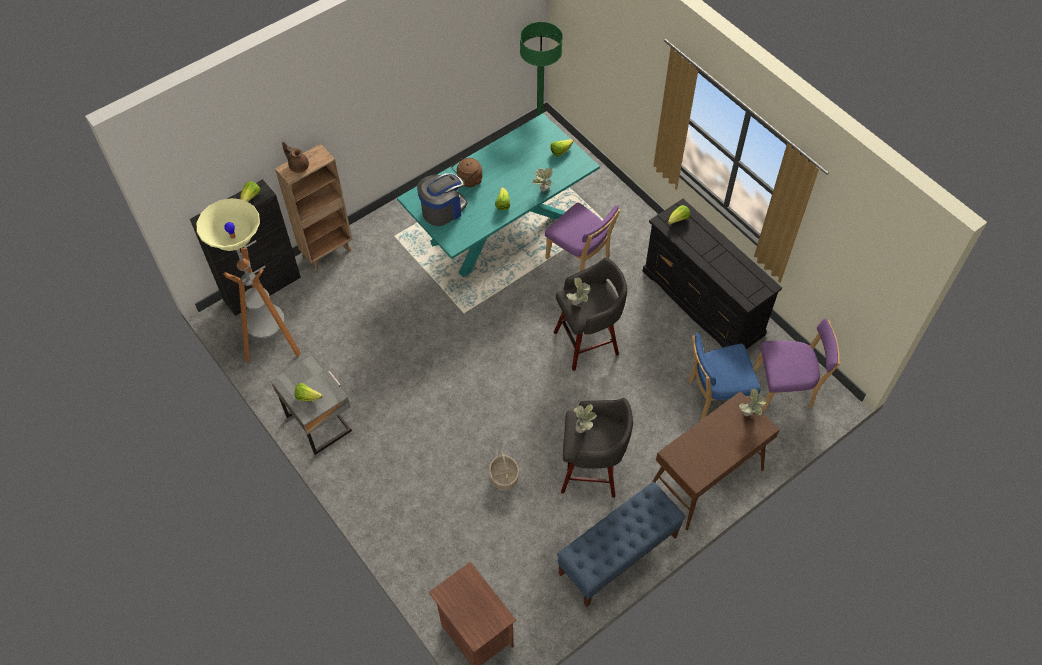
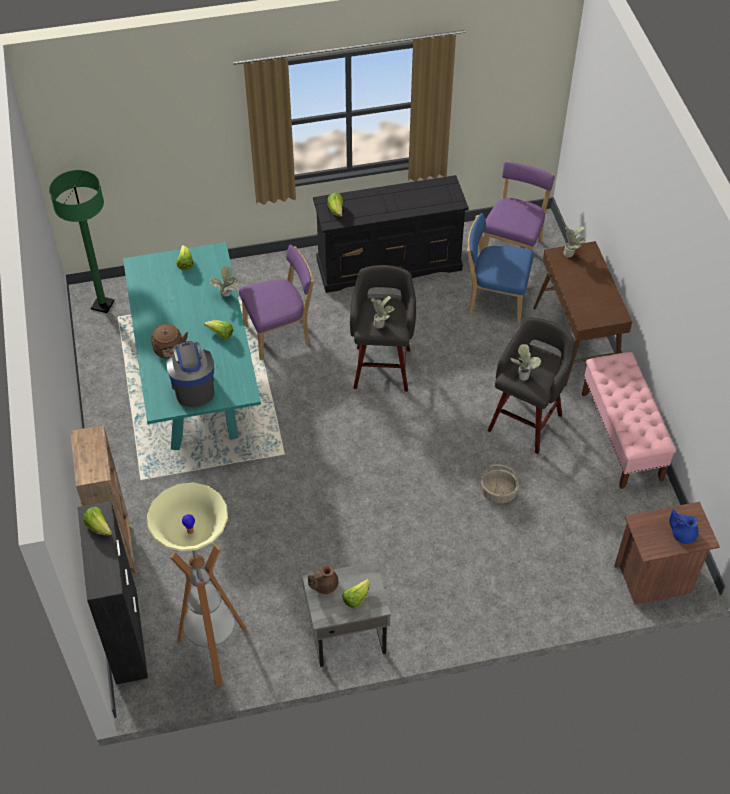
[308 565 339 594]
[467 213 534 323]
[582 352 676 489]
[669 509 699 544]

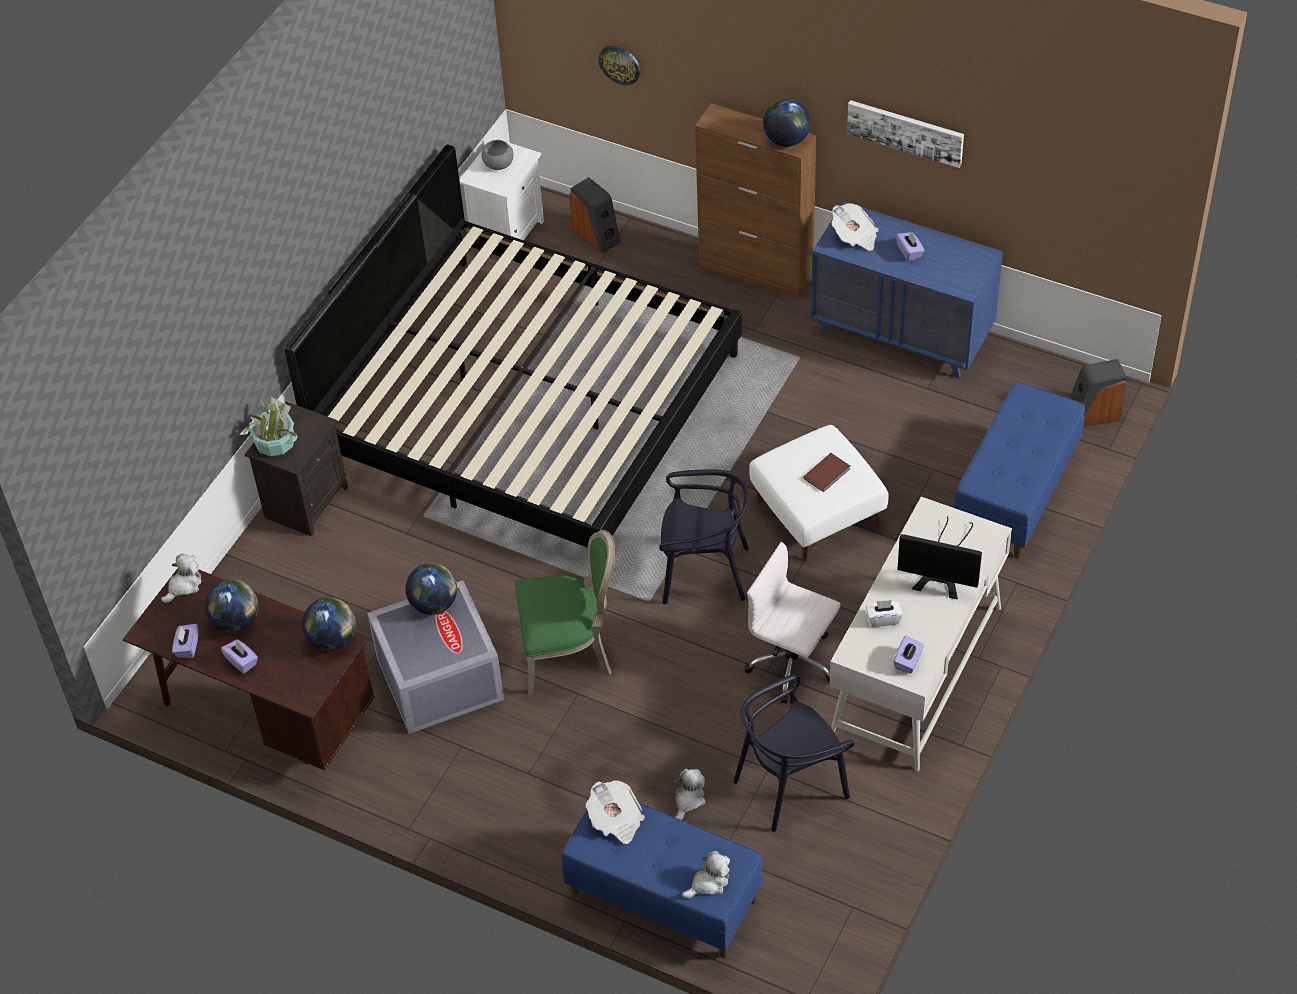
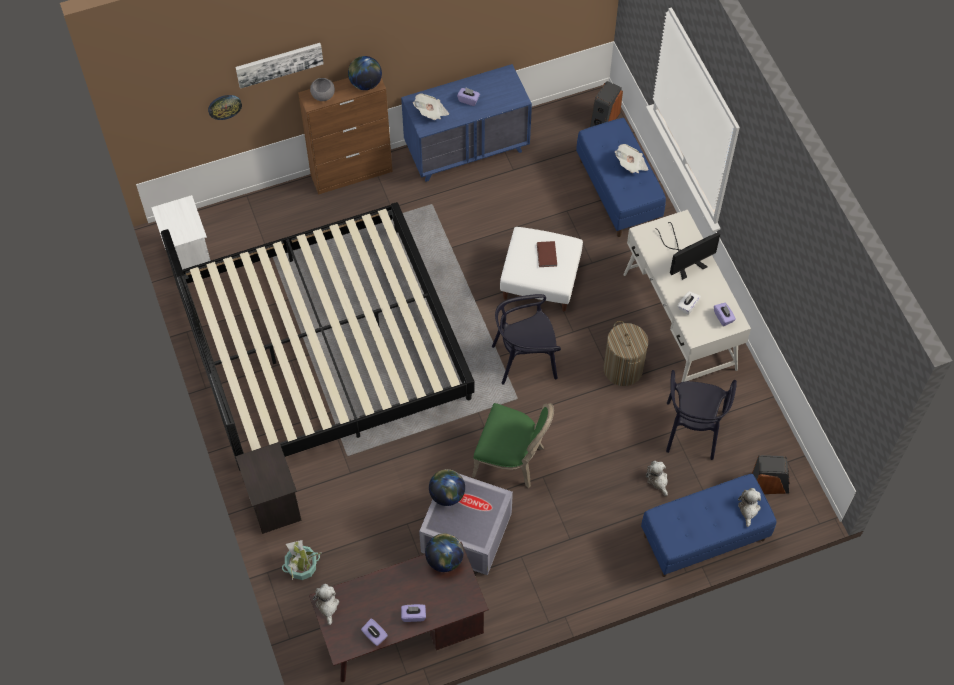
[236 43 324 89]
[310 78 335 101]
[752 455 789 494]
[282 540 322 581]
[492 294 561 385]
[472 403 554 488]
[604 321 648 386]
[205 579 258 632] (first image)
[615 144 648 173]

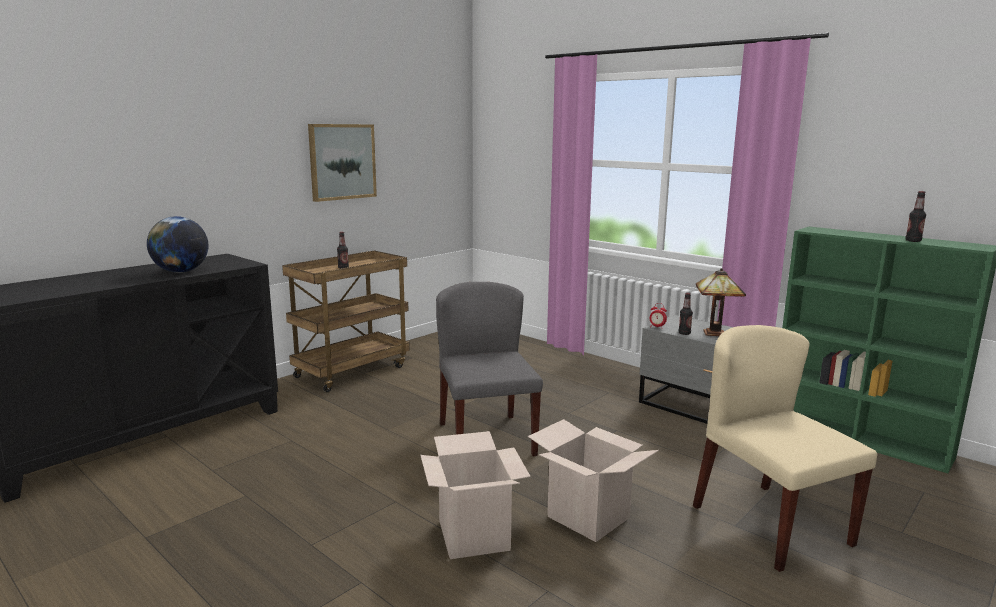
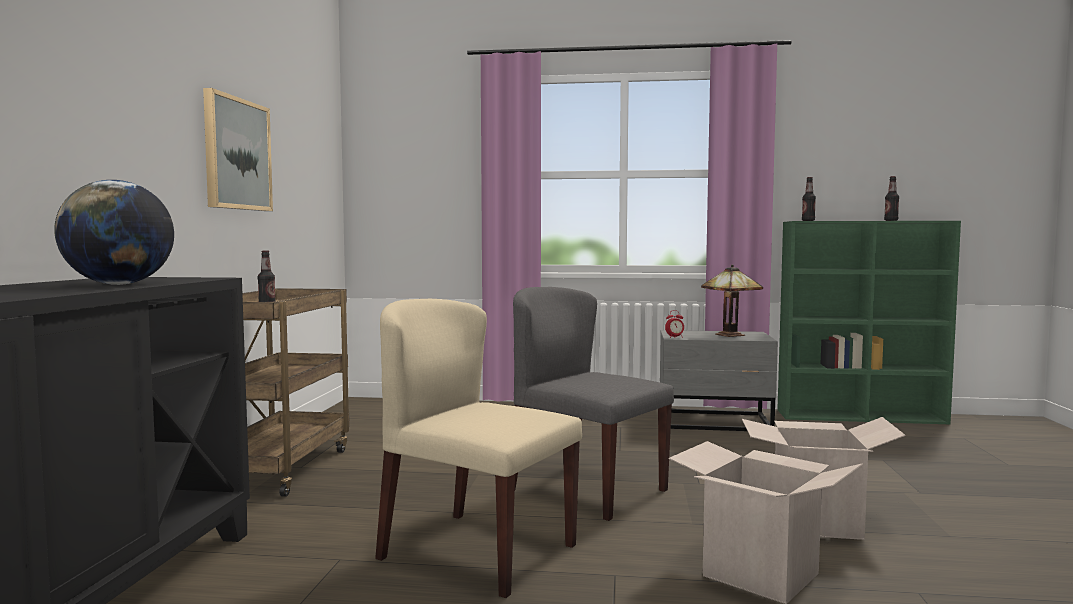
[802 177 816 221]
[375 299 582 598]

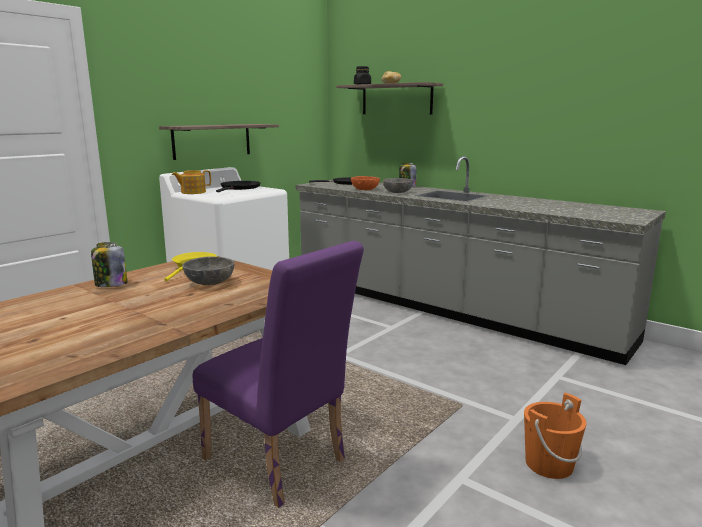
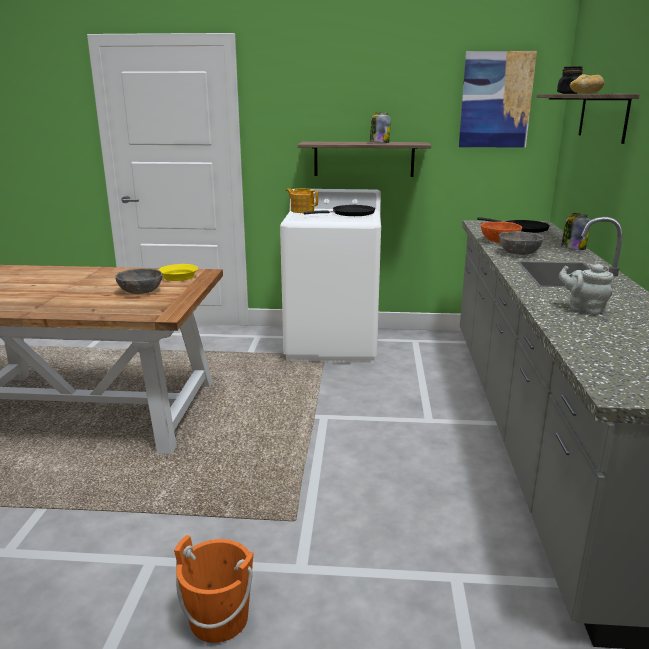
[193 241 364 508] (first image)
[370 112 391 143]
[459 51 537 148]
[559 264 613 315]

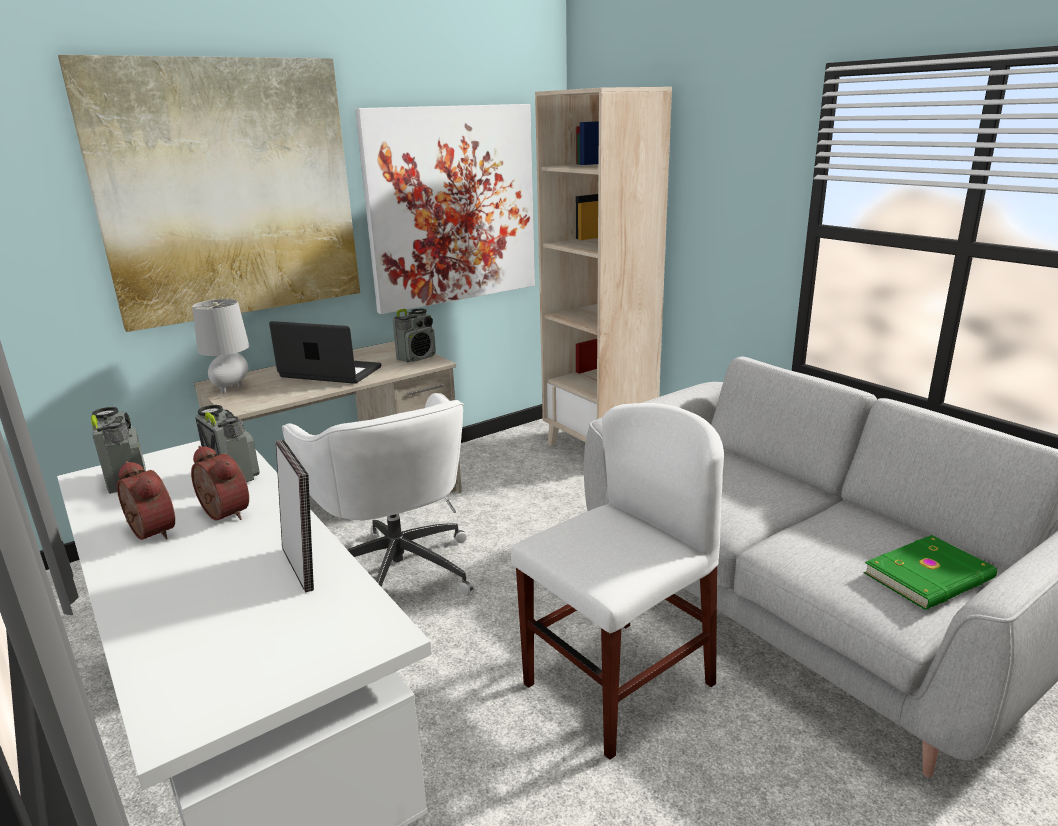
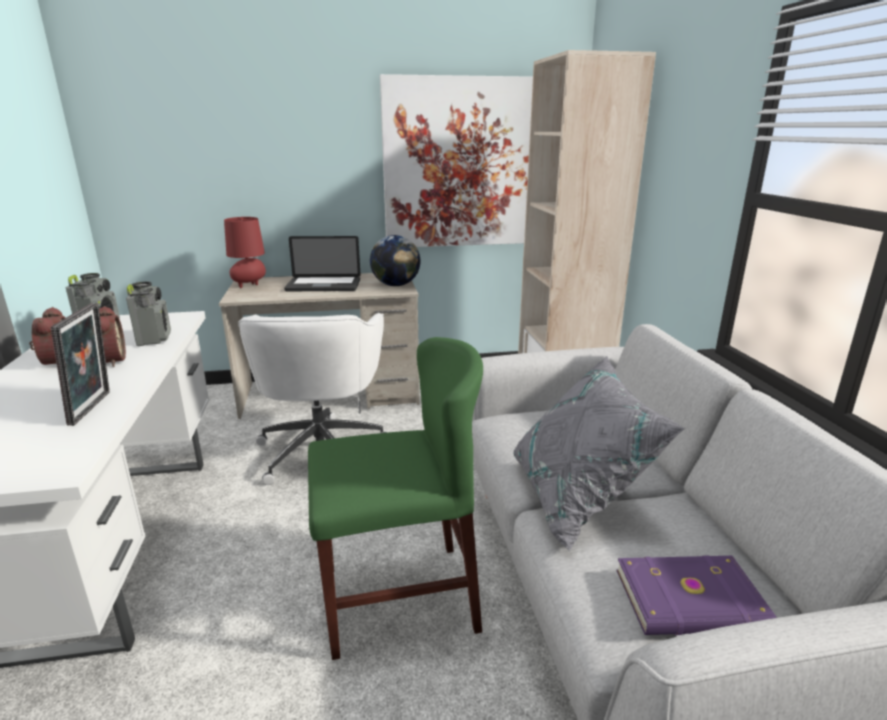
[58 55 360 332] (first image)
[224 217 266 288]
[370 235 420 286]
[284 236 361 292]
[308 337 483 660]
[616 555 777 635]
[513 356 685 552]

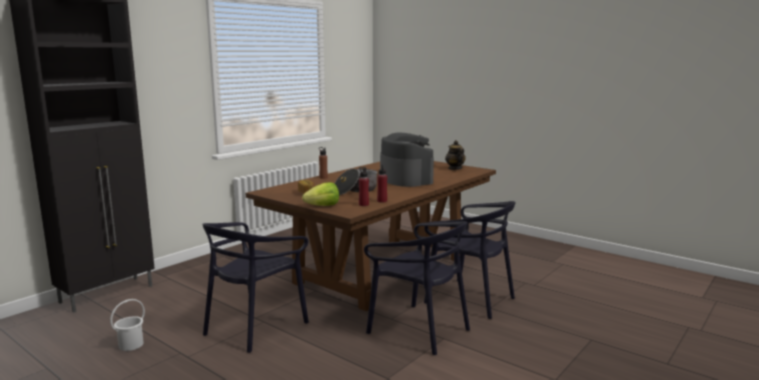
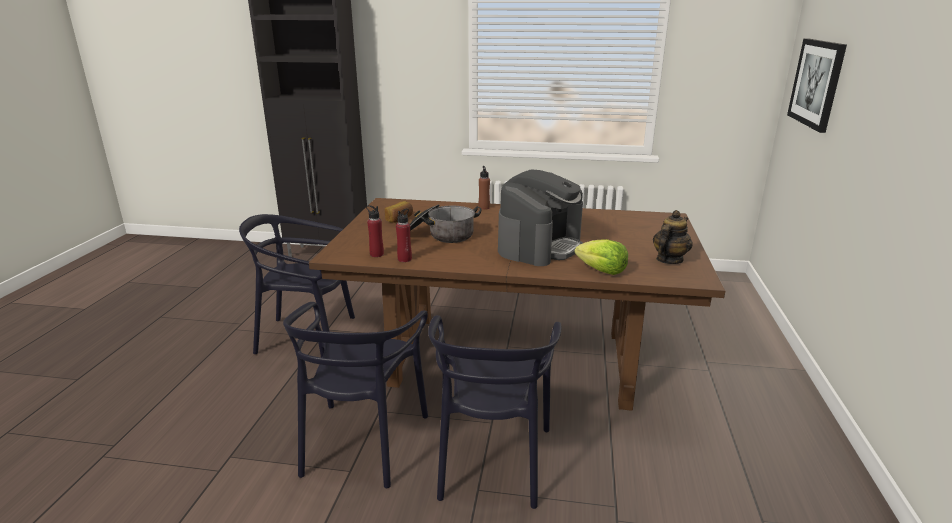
[575 239 628 275]
[110 299 145 351] (first image)
[787 39 847 133]

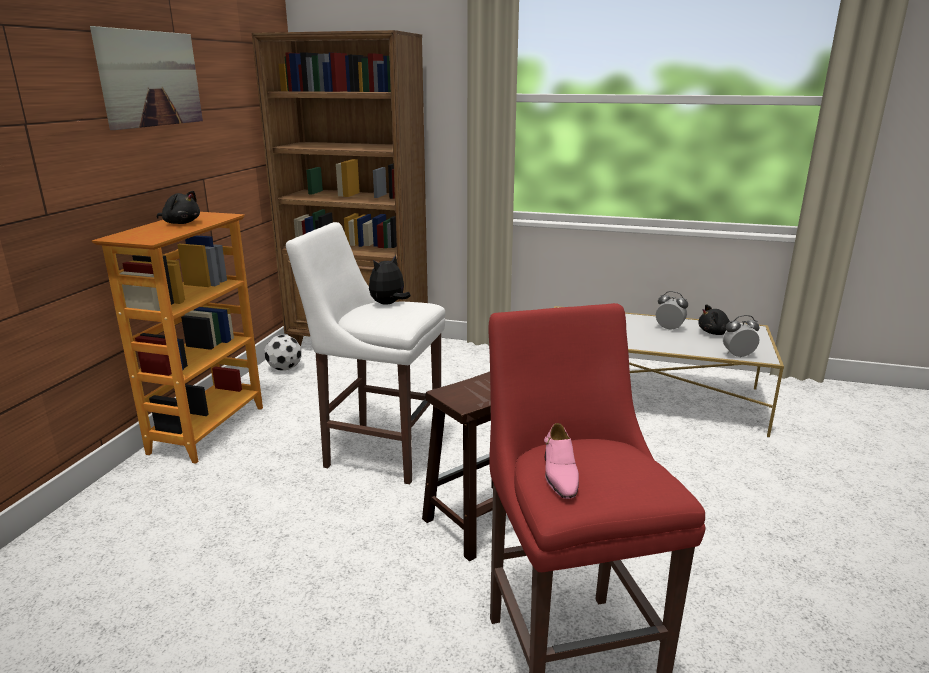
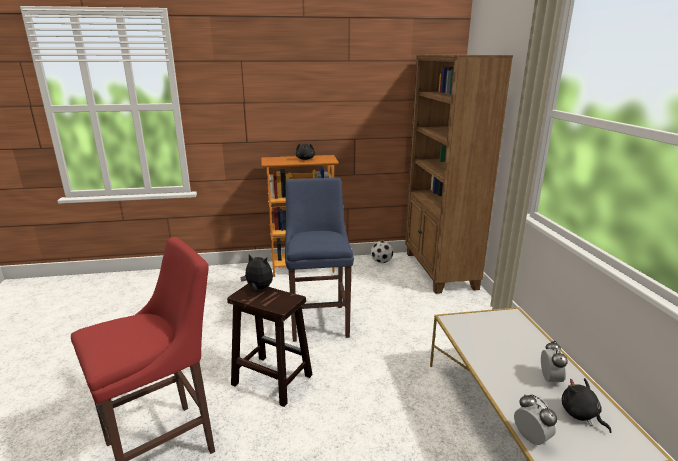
[90 26 203 130] (first image)
[285 178 354 342]
[240 254 273 291]
[544 423 579 499] (first image)

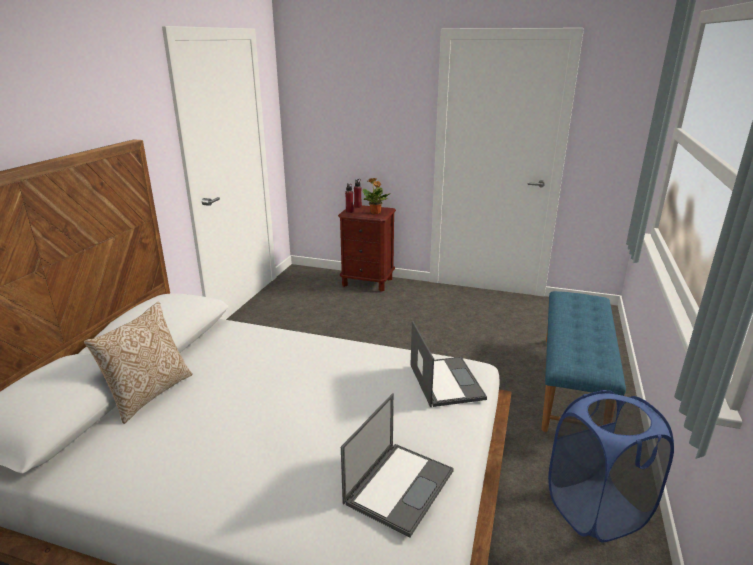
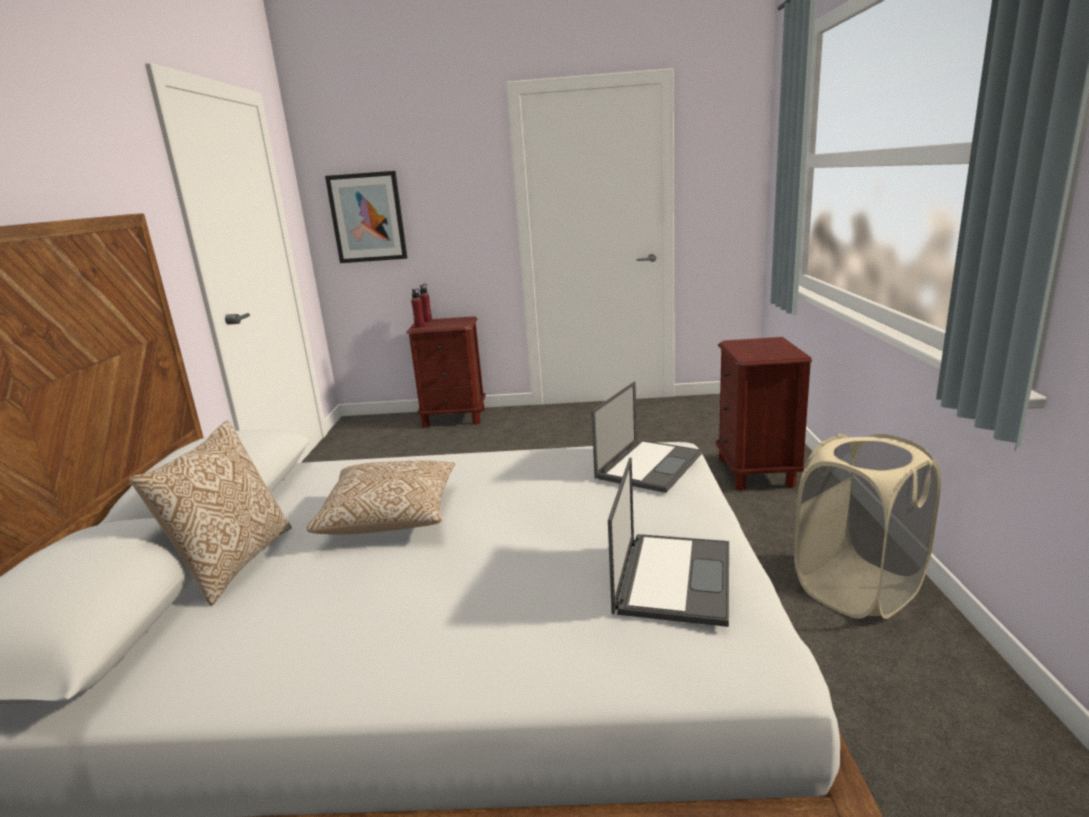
[363 178 391 214] (first image)
[716 337 812 491]
[591 381 702 493]
[794 434 941 619]
[325 171 407 263]
[307 460 455 535]

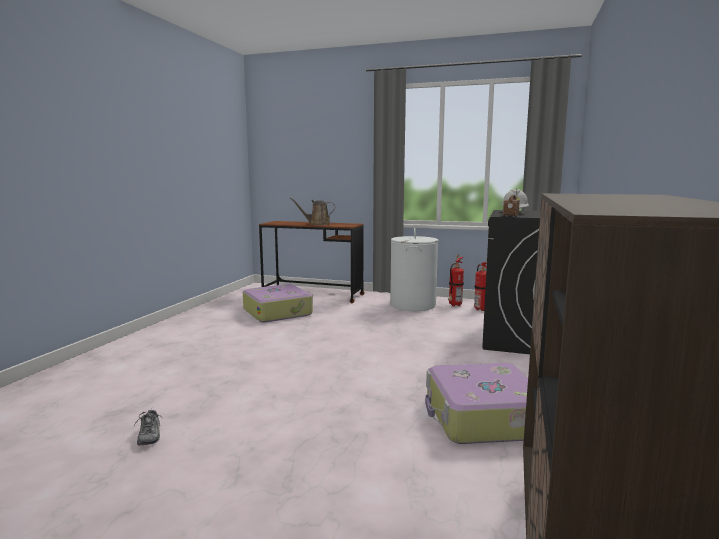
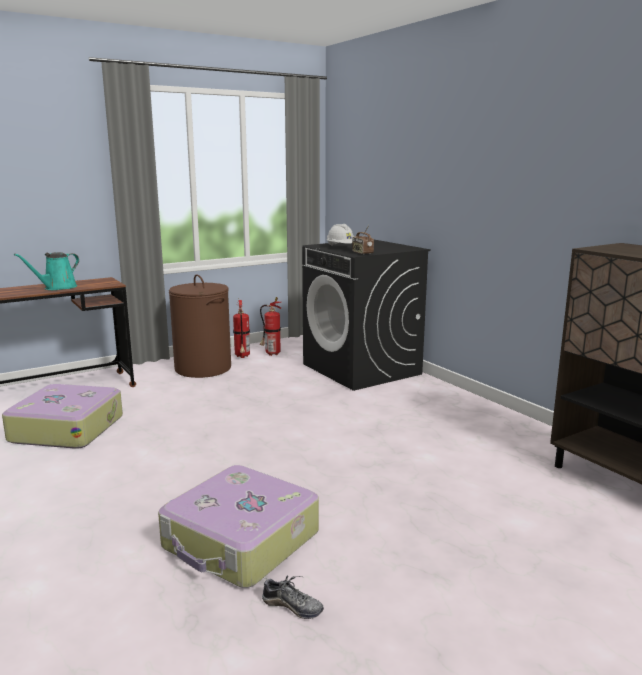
[14 252 79 290]
[169 274 231 378]
[158 465 319 588]

